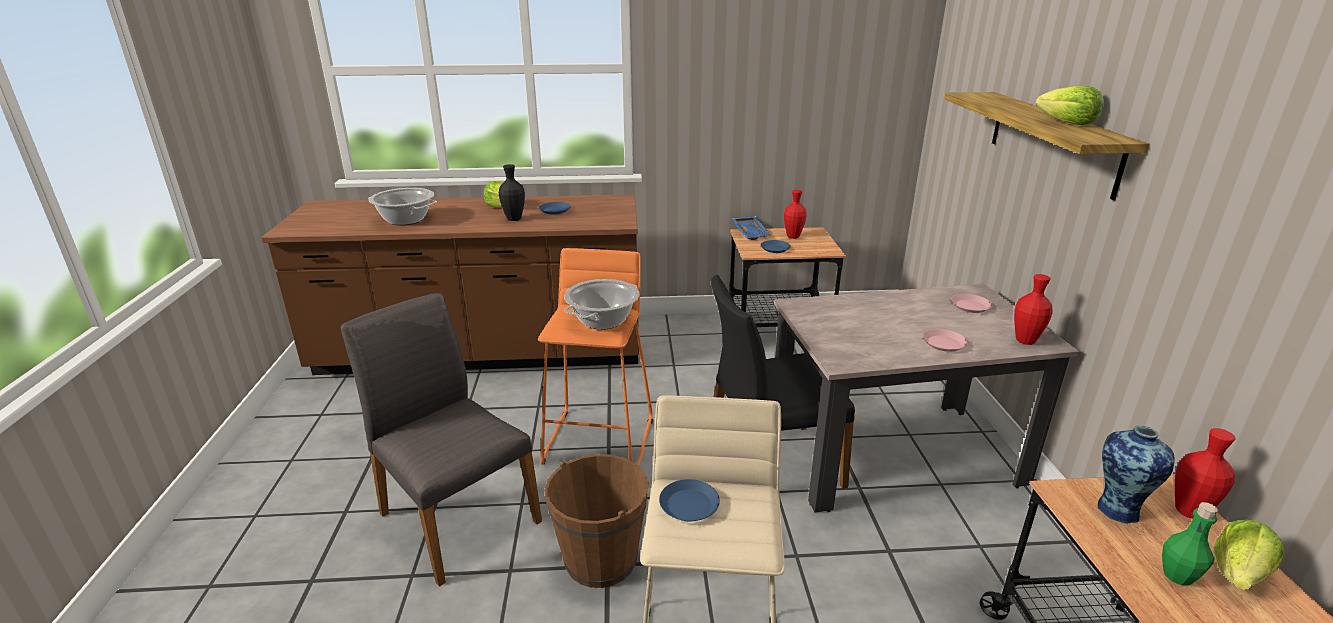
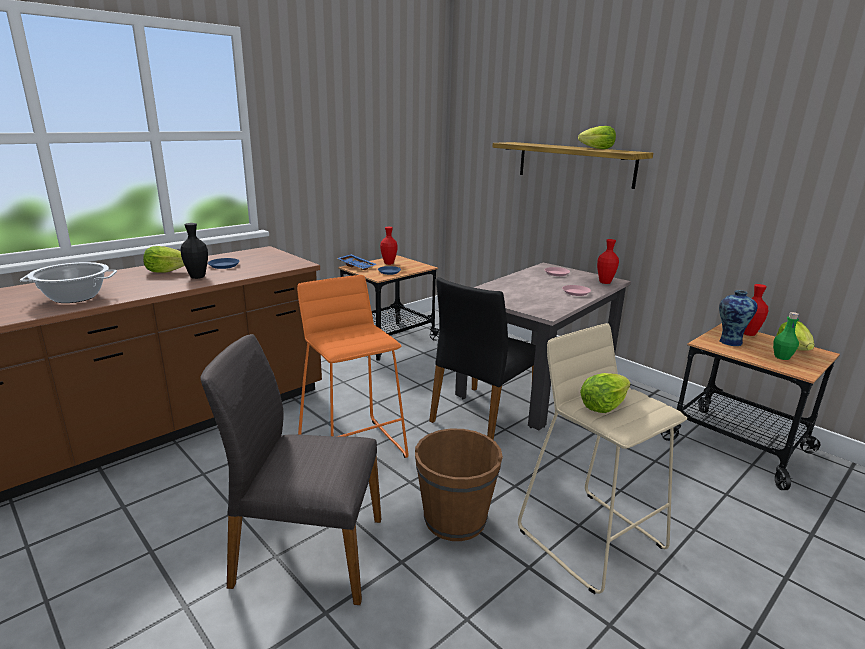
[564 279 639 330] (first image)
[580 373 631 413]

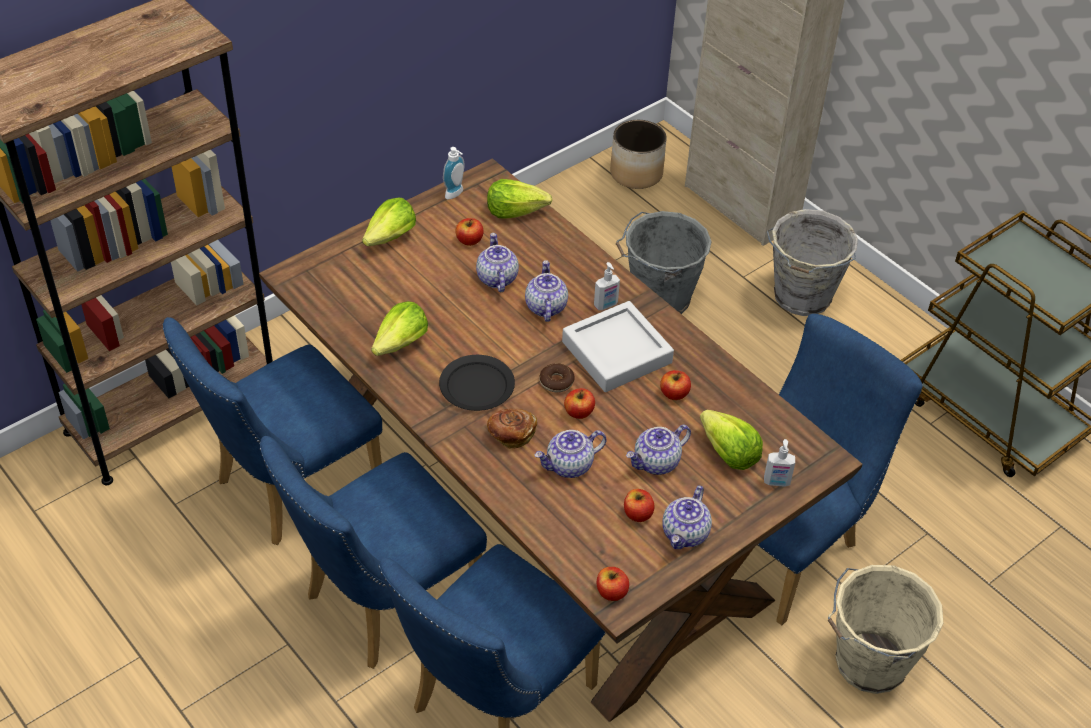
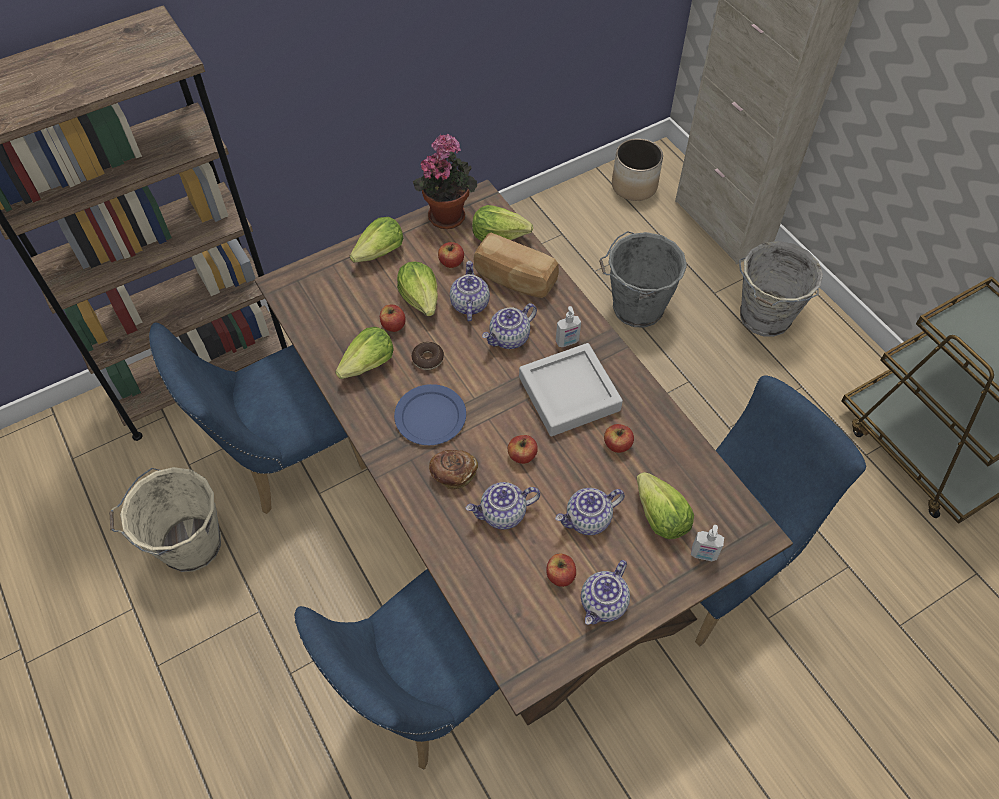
[413 134 477 229]
[482 303 537 349]
[394 384 466 445]
[412 342 444 370]
[259 436 487 669] (first image)
[109 467 221 572]
[380 305 406 332]
[474 232 559 298]
[397 261 438 316]

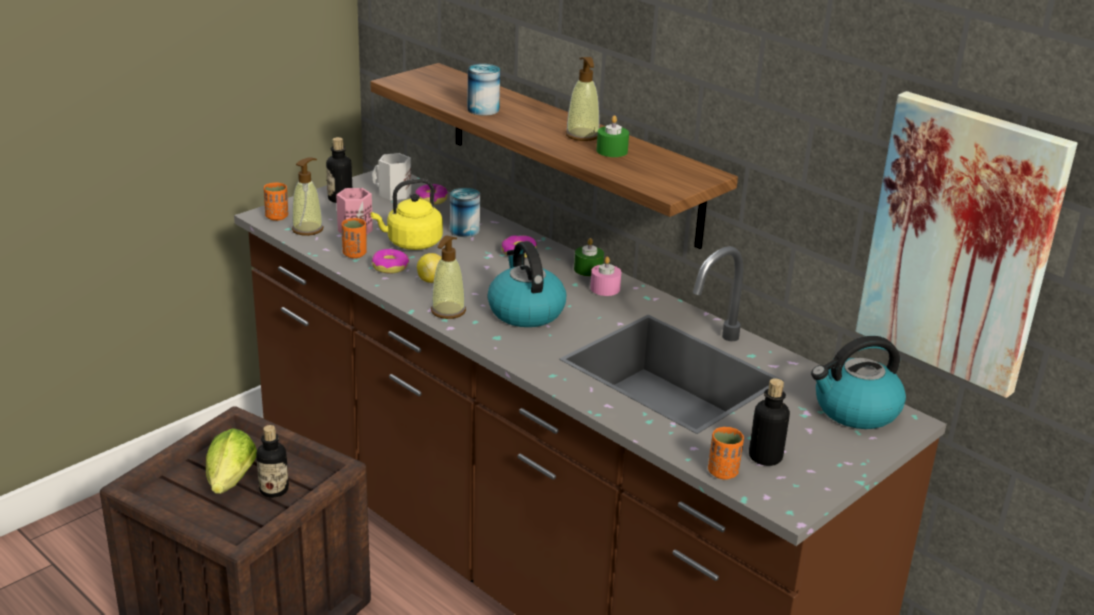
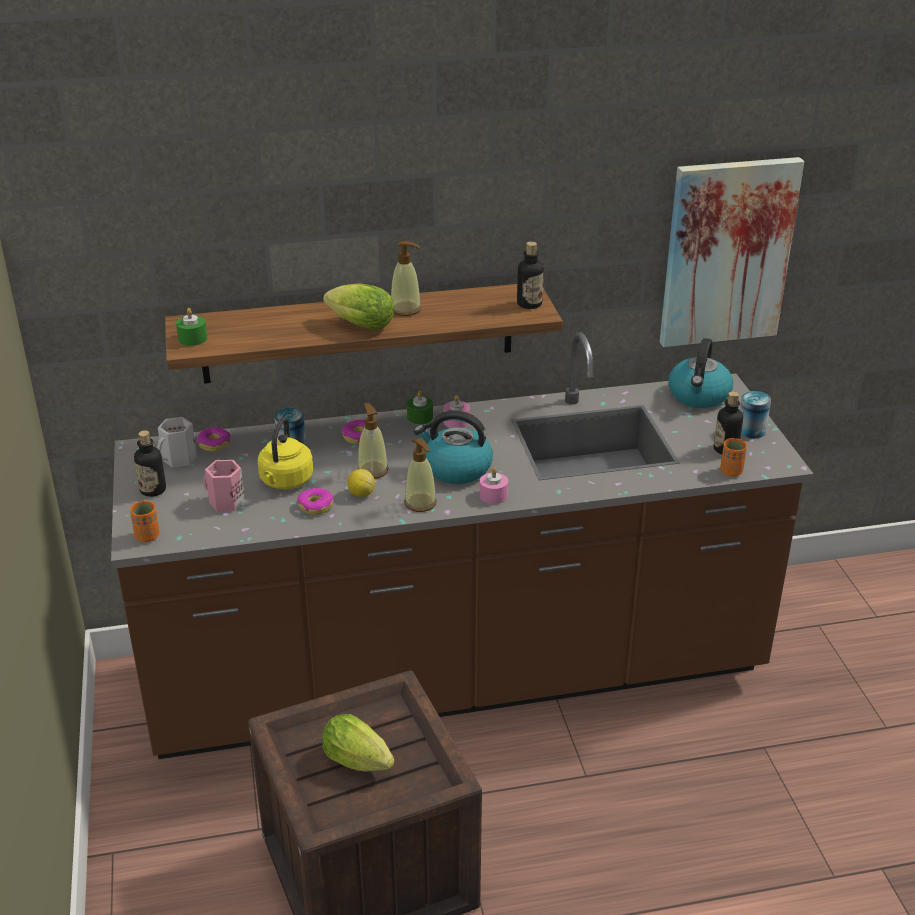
[740 391 771 439]
[176 308 207 346]
[358 403 389 479]
[342 218 367 258] (first image)
[517 241 544 309]
[323 284 395 330]
[480 468 508 504]

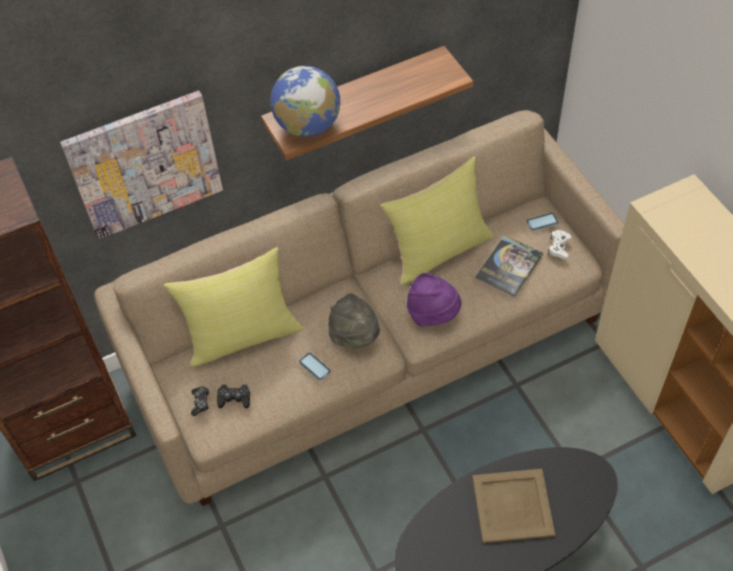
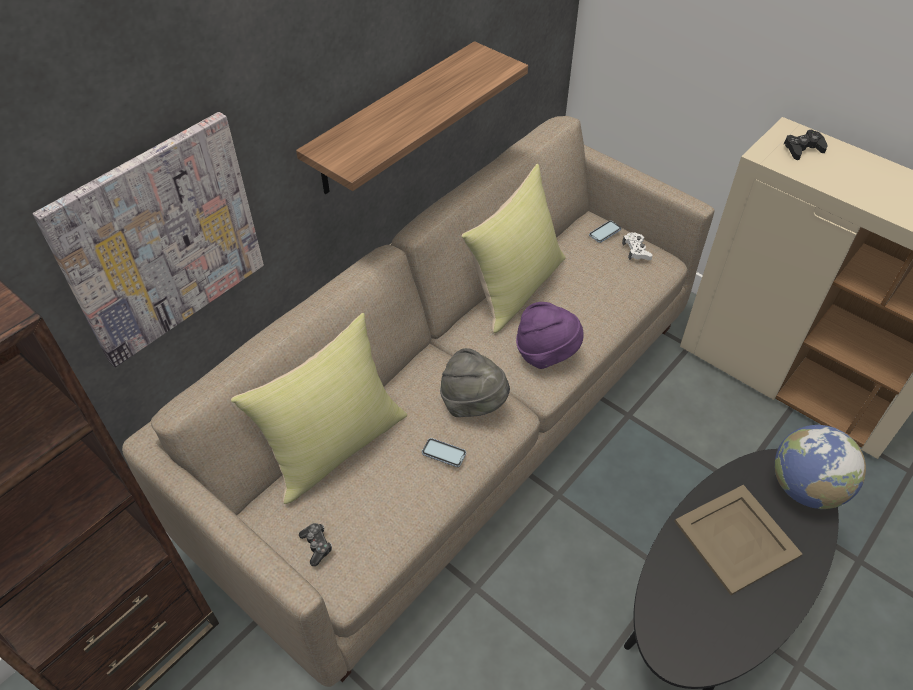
[775 425 866 509]
[475 235 543 297] (first image)
[783 130 828 160]

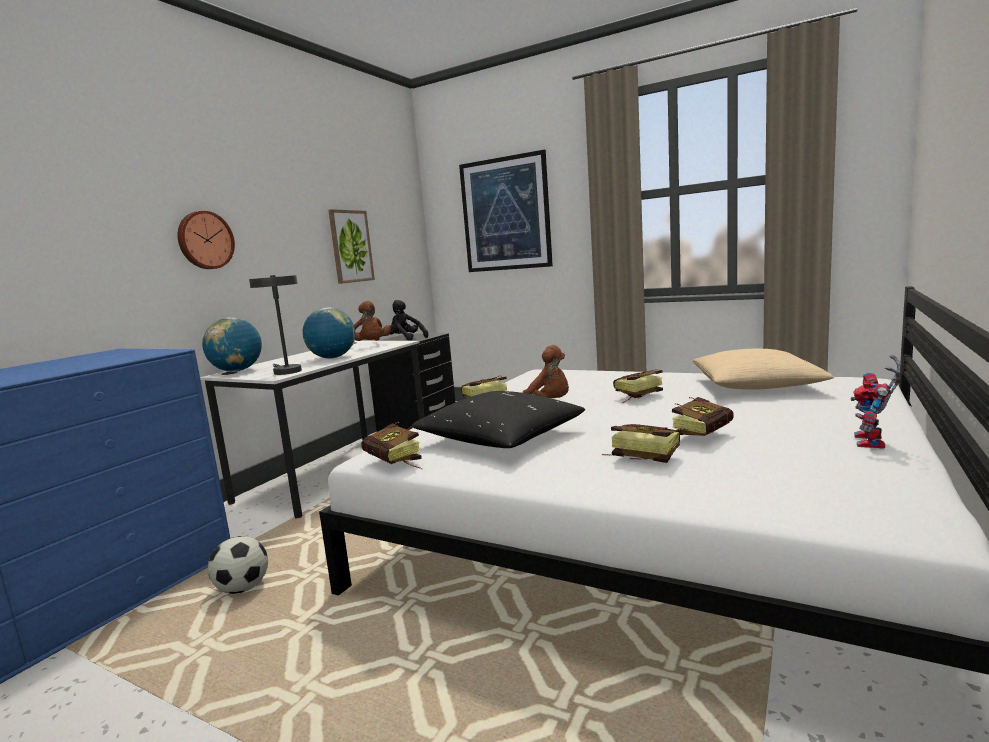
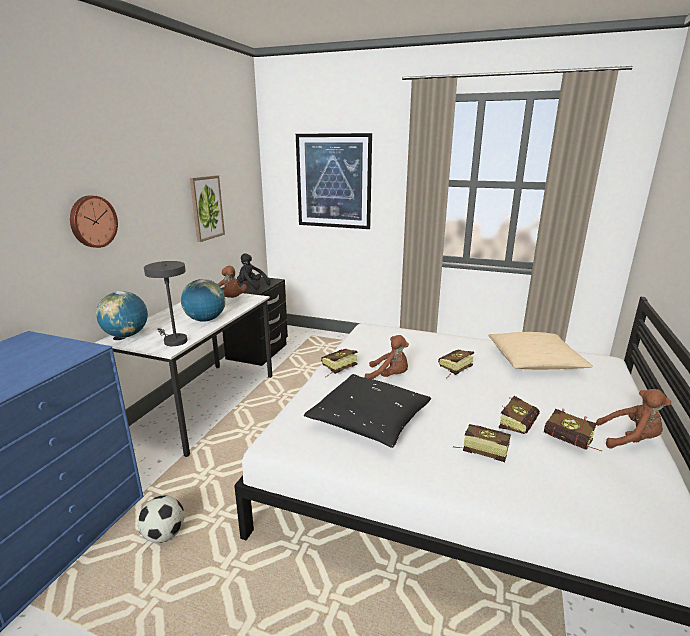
[596 389 671 449]
[544 409 602 452]

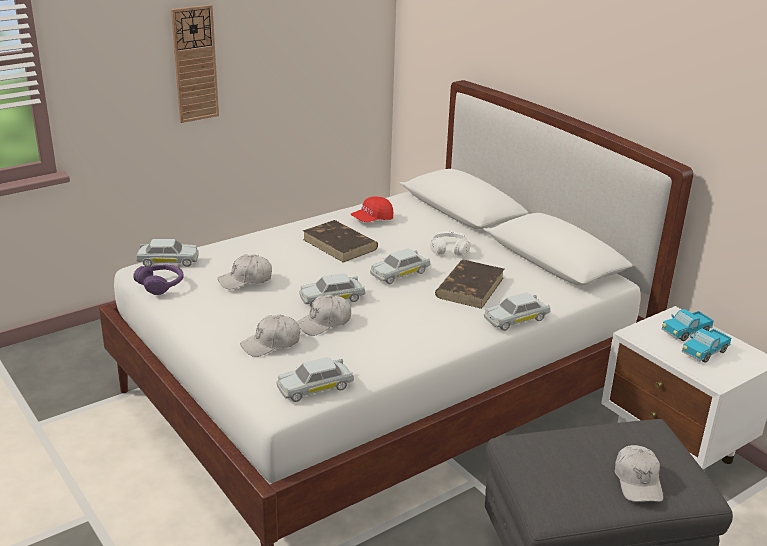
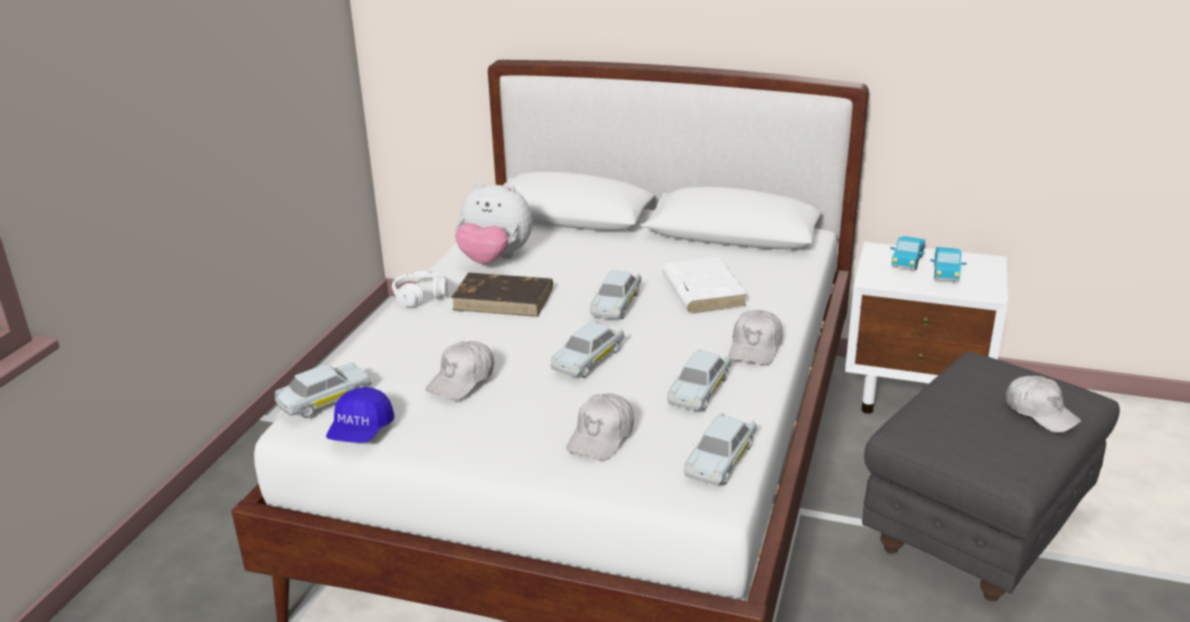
[171 5 219 123] (first image)
[455 181 532 264]
[392 271 448 307]
[662 257 747 313]
[326 387 395 443]
[667 349 731 411]
[729 310 783 365]

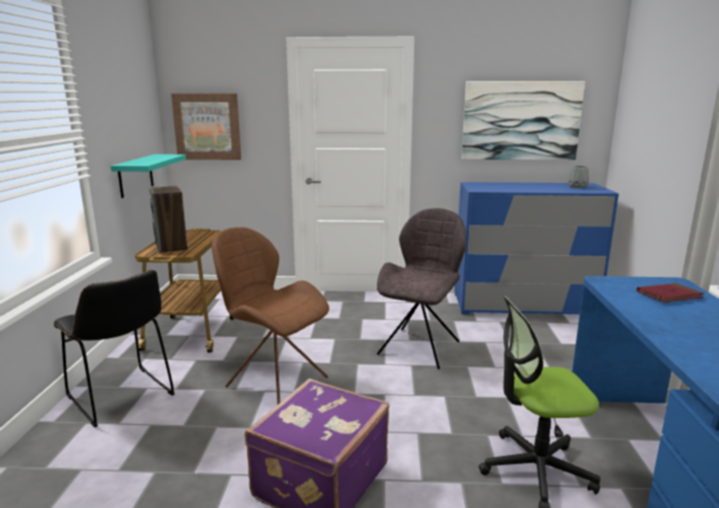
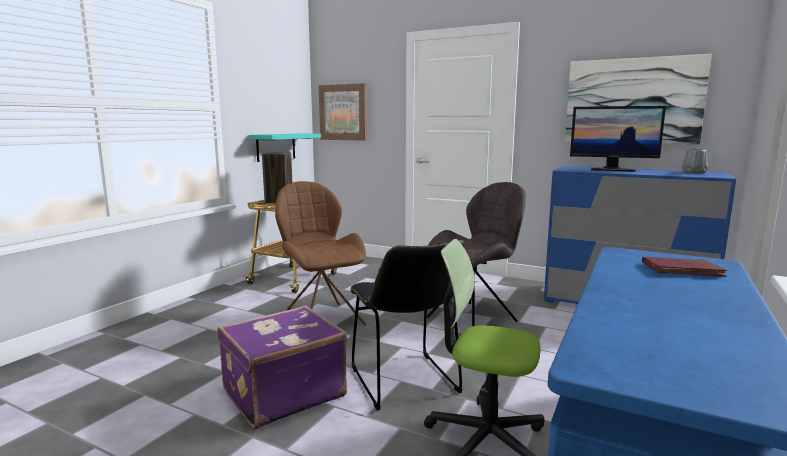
[350 240 465 410]
[570 106 666 172]

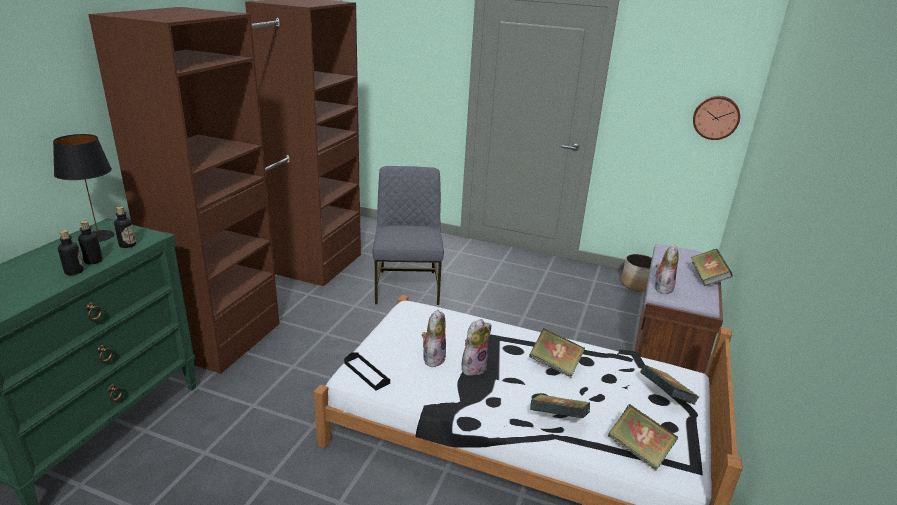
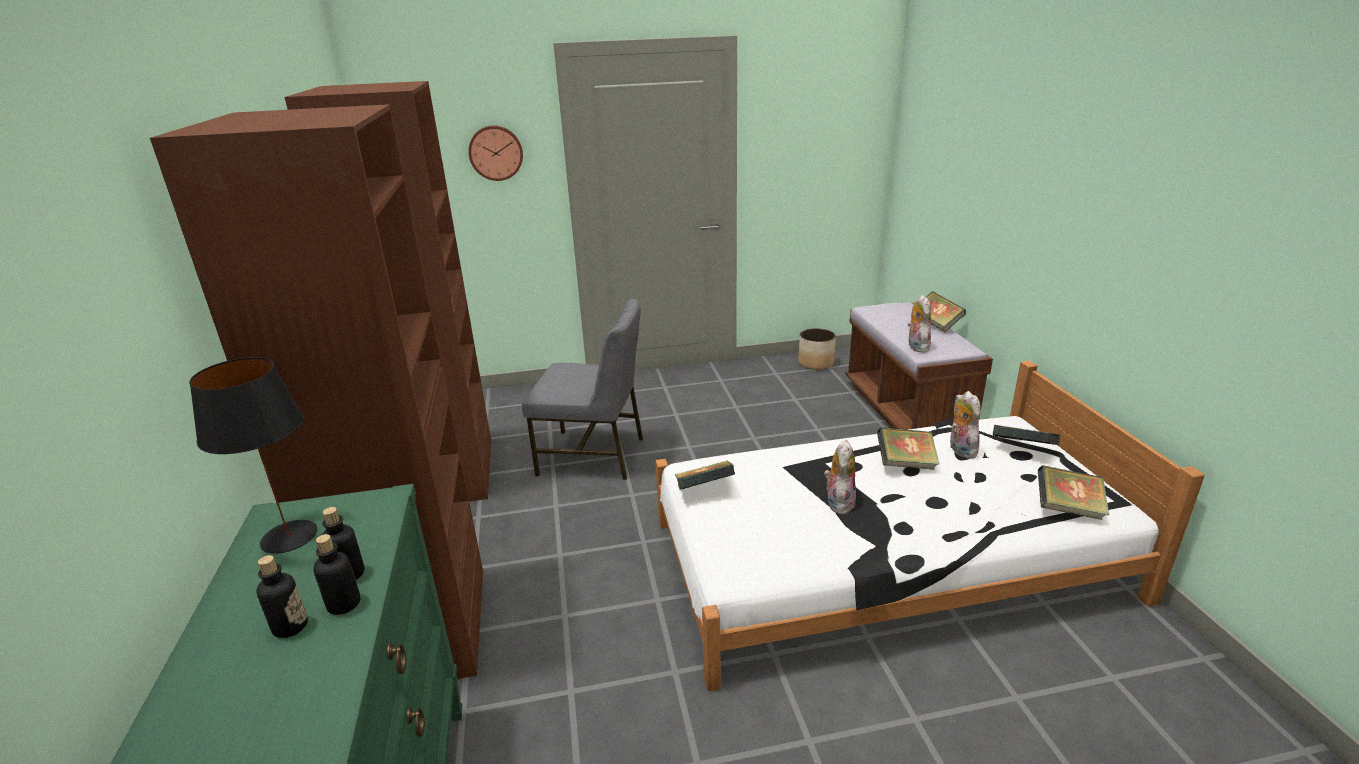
[468 125 523 181]
[522 299 643 480]
[256 555 308 638]
[950 391 981 459]
[344 353 390 391] (first image)
[675 460 735 490]

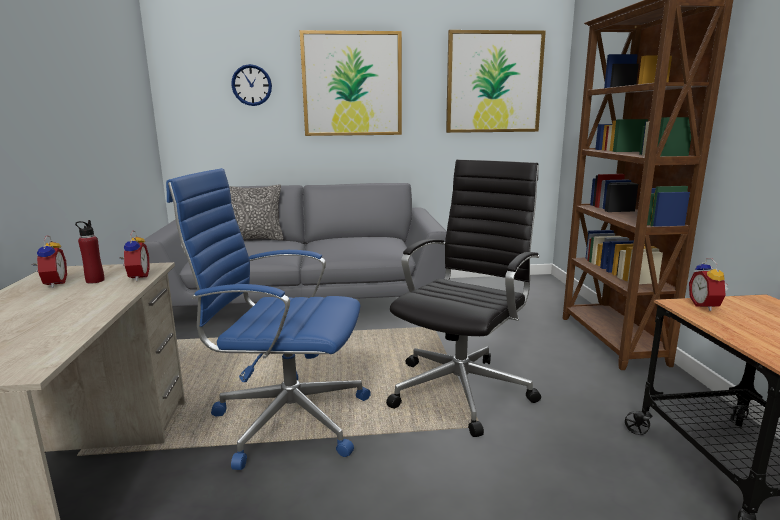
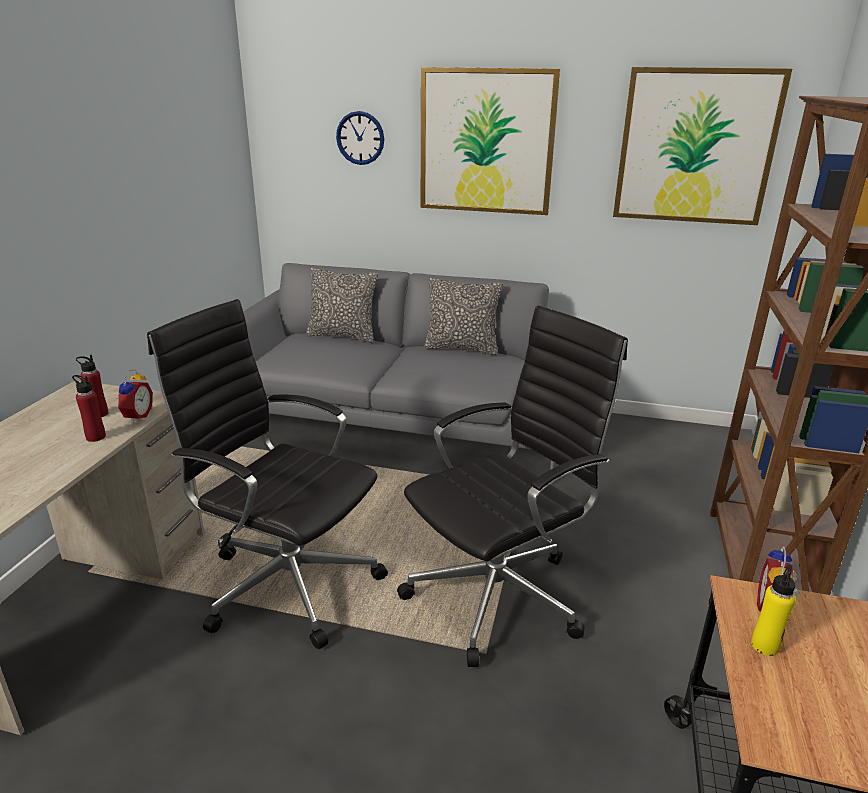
[147 299 388 649]
[32 235 67 288] (first image)
[424 278 503 355]
[72 375 106 442]
[751 564 796 656]

